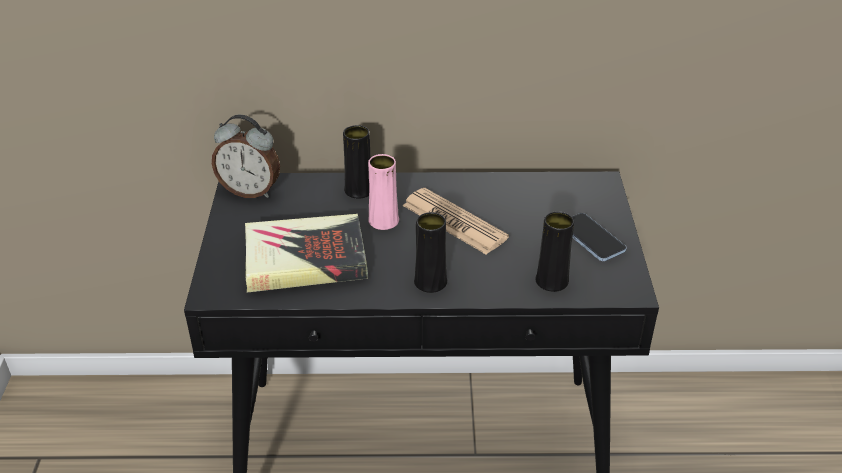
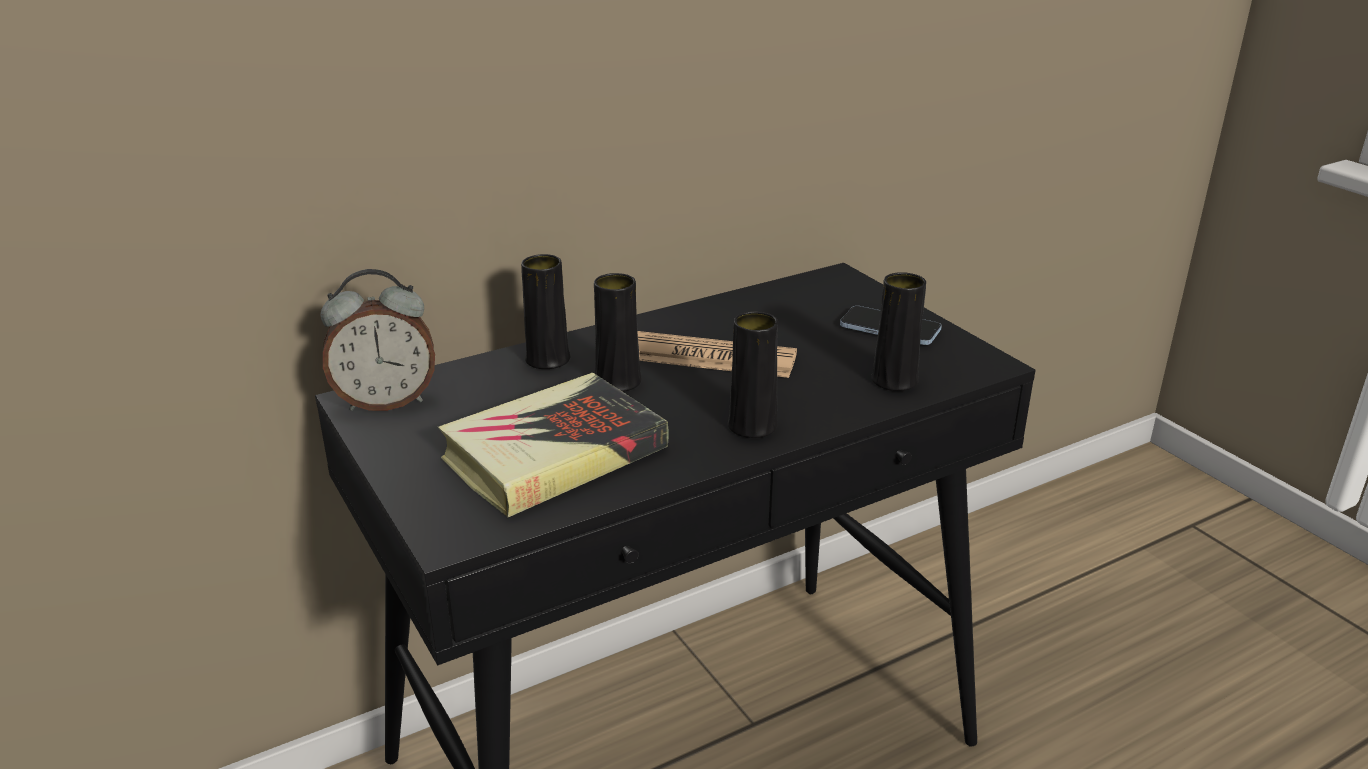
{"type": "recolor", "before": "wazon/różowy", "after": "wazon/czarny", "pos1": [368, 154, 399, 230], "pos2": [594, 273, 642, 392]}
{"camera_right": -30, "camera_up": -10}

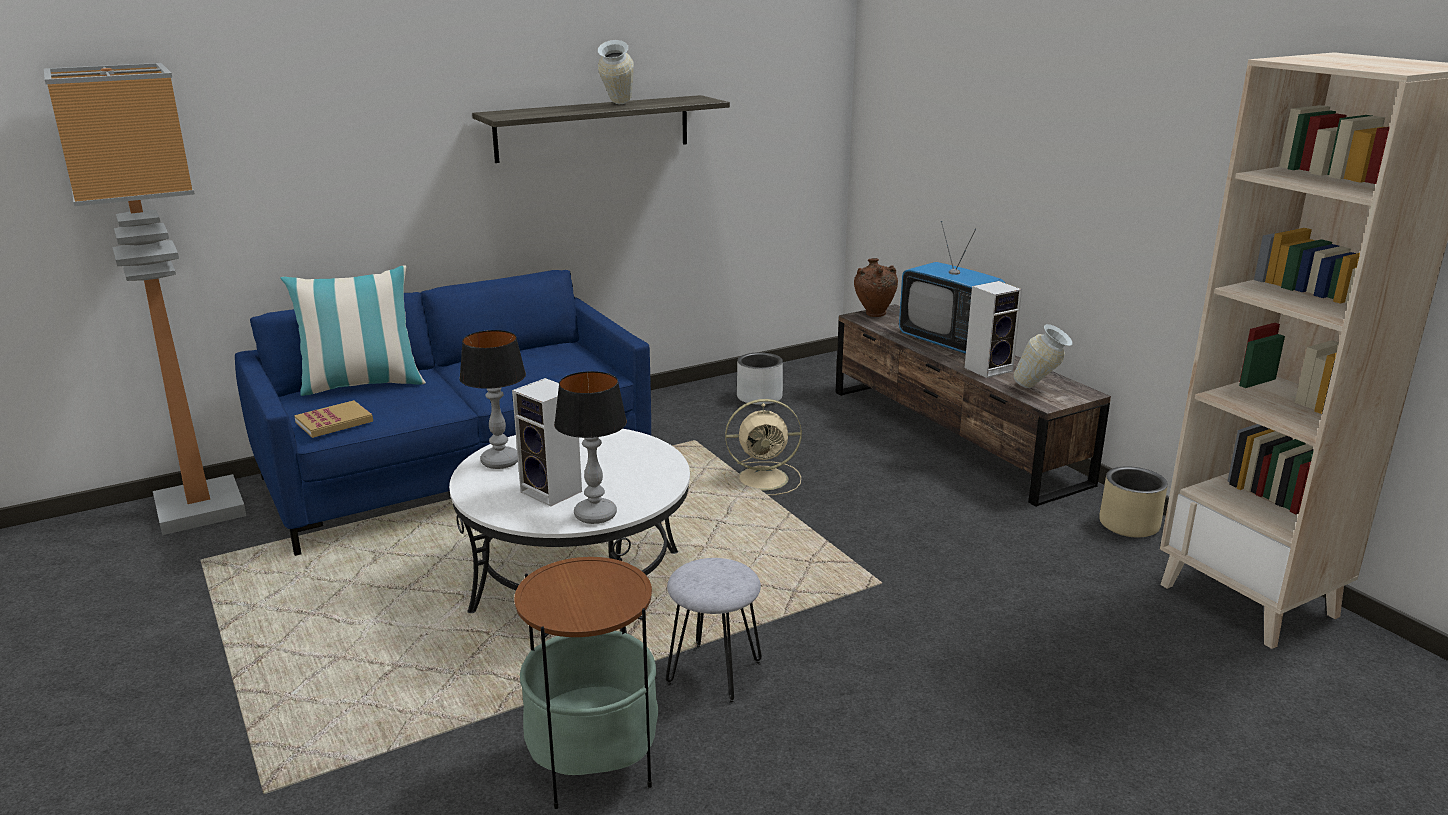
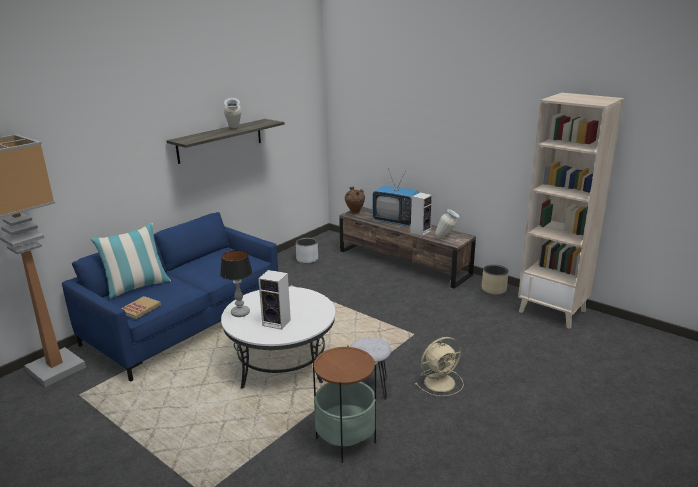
{"type": "move", "before": "wentylator/beżowy", "pos1": [722, 399, 802, 495], "pos2": [415, 337, 464, 396]}
{"type": "delete", "before": "lampa stołowa", "pos1": [554, 371, 627, 524]}
{"camera_right": -20, "camera_up": 0}

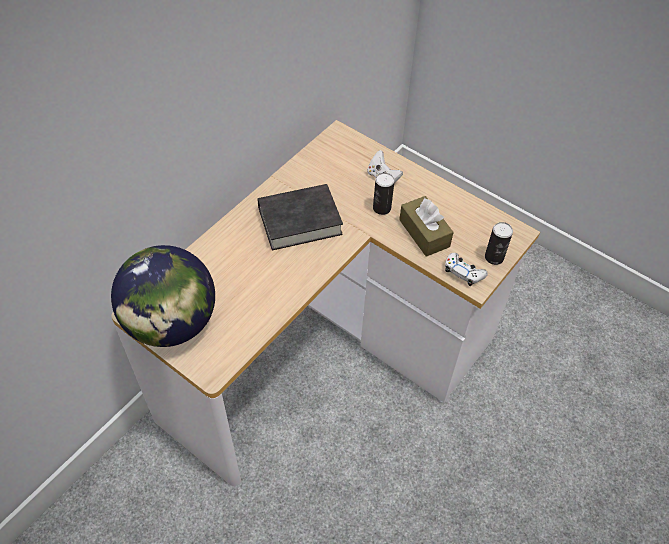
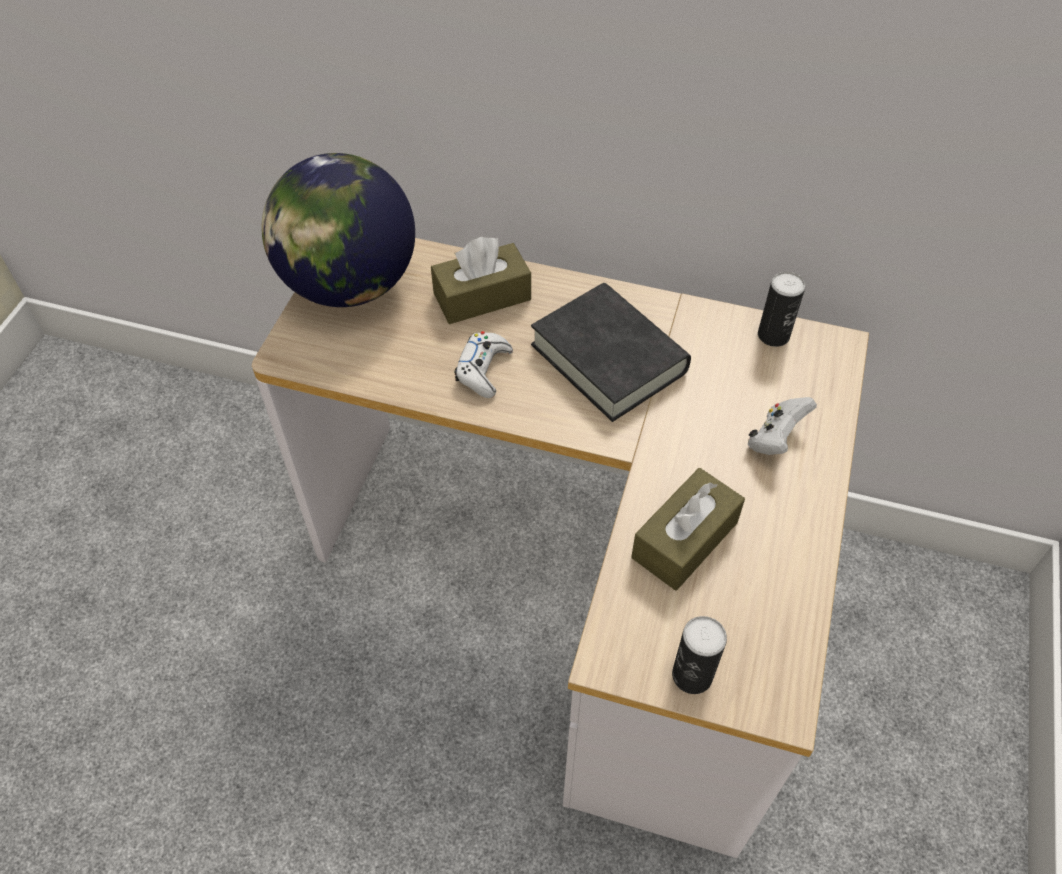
{"type": "insert", "after": "pudełko chusteczek/brązowy", "pos2": [431, 237, 531, 324]}
{"type": "move", "before": "pad do gier/biały", "pos1": [445, 253, 488, 286], "pos2": [454, 331, 513, 398]}
{"type": "move", "before": "puszka", "pos1": [373, 173, 395, 215], "pos2": [758, 272, 805, 347]}
{"camera_right": 70, "camera_up": 0}

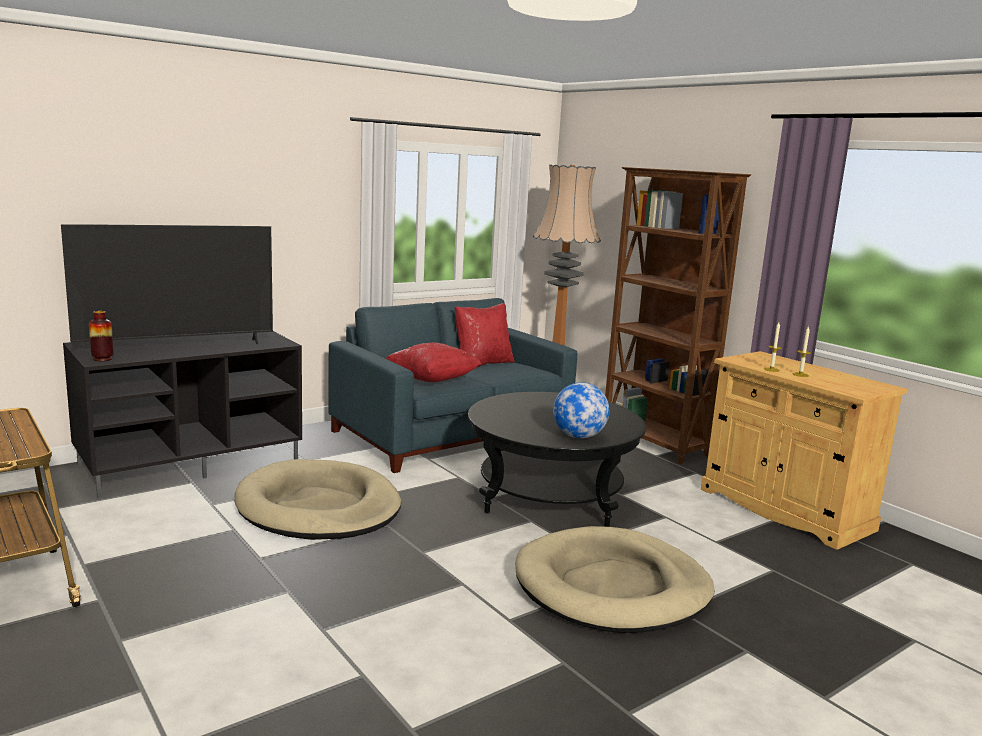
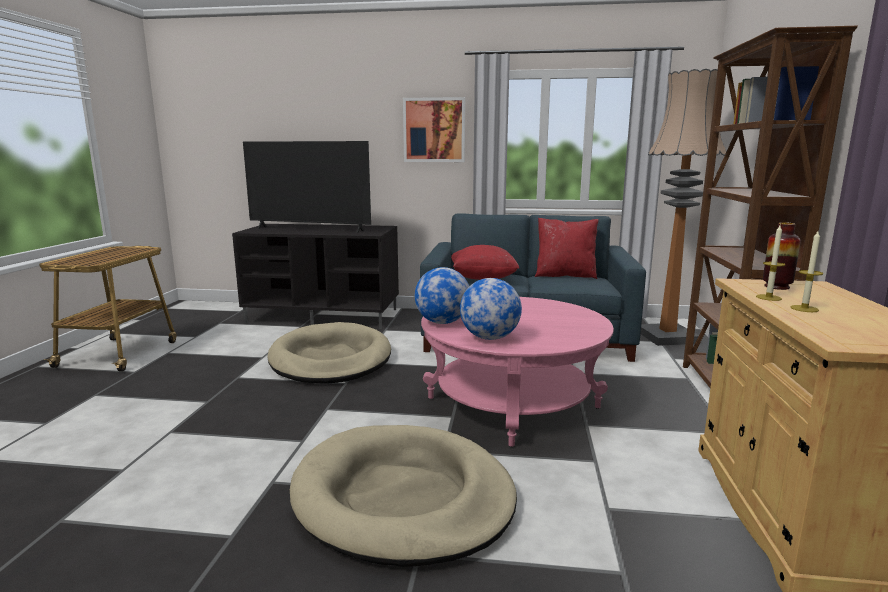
{"type": "insert", "after": "obraz", "pos2": [403, 97, 465, 162]}
{"type": "insert", "after": "globus", "pos2": [415, 267, 469, 324]}
{"type": "recolor", "before": "ława/czarny", "after": "ława/różowy", "pos1": [468, 392, 646, 527], "pos2": [421, 297, 614, 447]}
{"type": "move", "before": "wazon", "pos1": [89, 311, 114, 361], "pos2": [763, 222, 801, 290]}
{"camera_right": 45, "camera_up": 0}

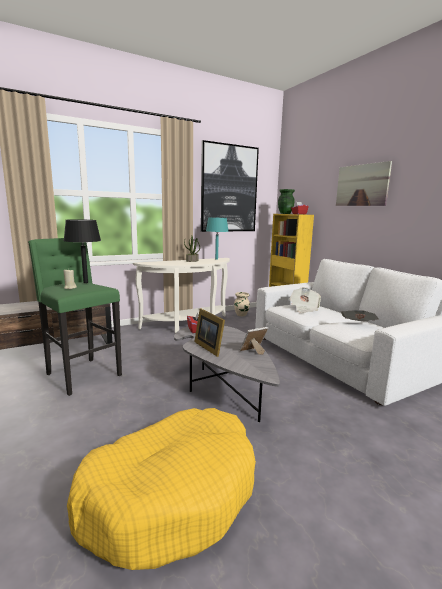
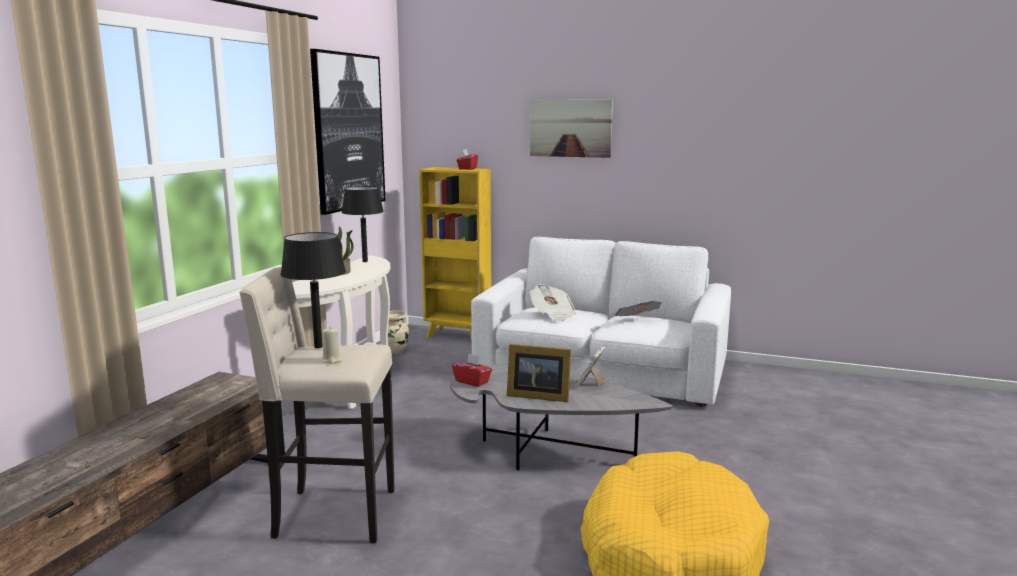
{"type": "recolor", "before": "stołek/zielony", "after": "stołek/beżowy", "pos1": [28, 238, 122, 396], "pos2": [239, 267, 395, 544]}
{"type": "recolor", "before": "lampa stołowa/turkusowy", "after": "lampa stołowa/czarny", "pos1": [206, 217, 229, 259], "pos2": [342, 186, 384, 262]}
{"type": "delete", "before": "wazon/zielony", "pos1": [278, 189, 295, 214]}
{"camera_right": -40, "camera_up": 0}

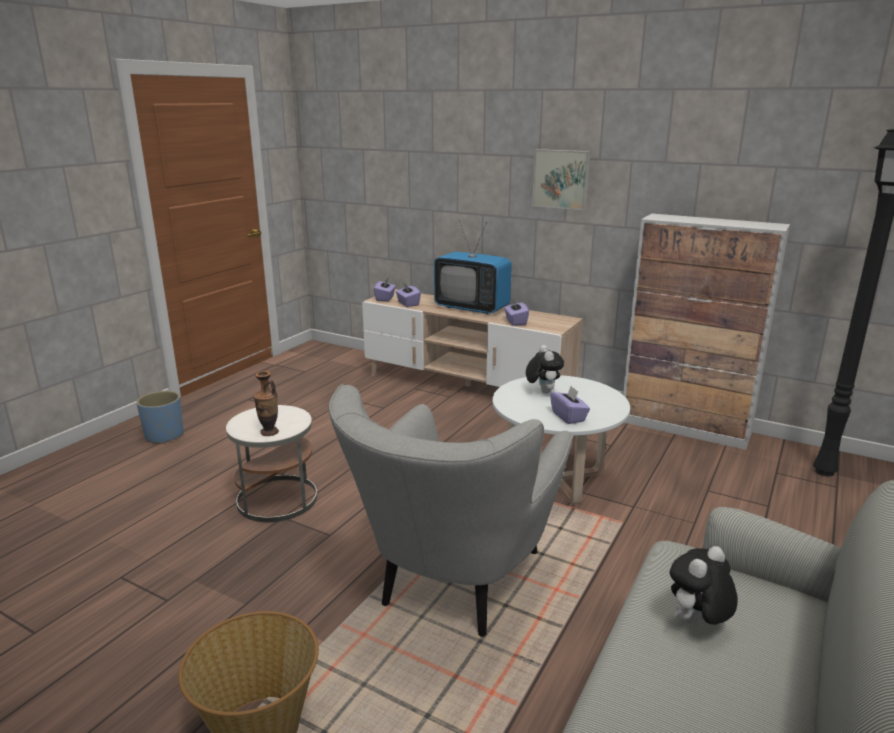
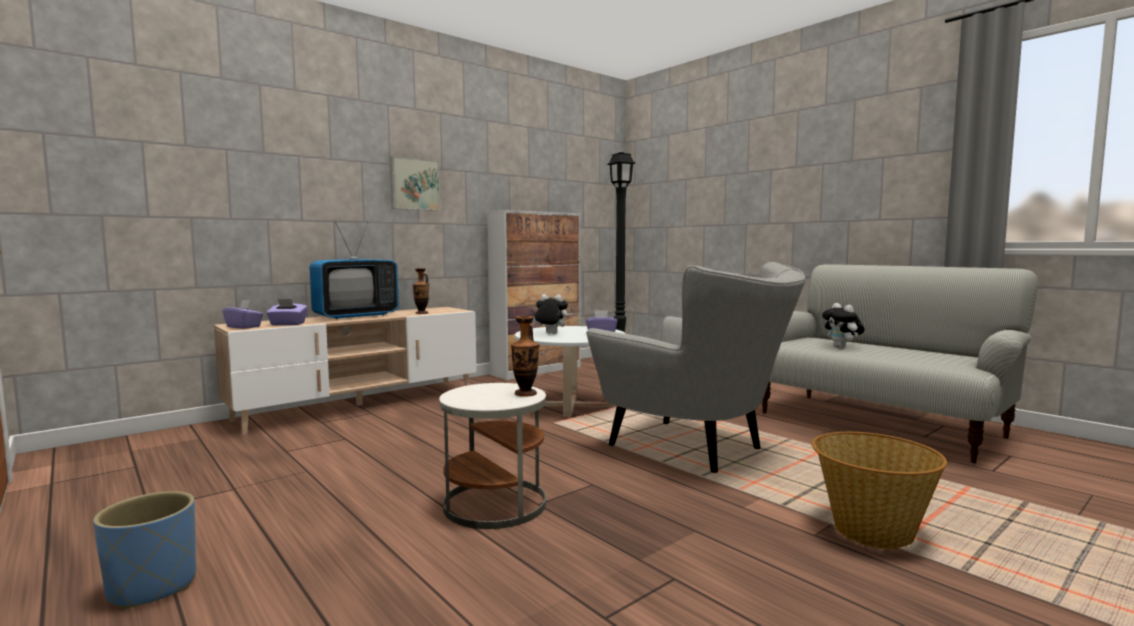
{"type": "replace", "before": "pudełko chusteczek/fioletowy", "after": "wazon", "pos1": [504, 300, 529, 326], "pos2": [412, 268, 429, 314]}
{"camera_right": -70, "camera_up": -15}

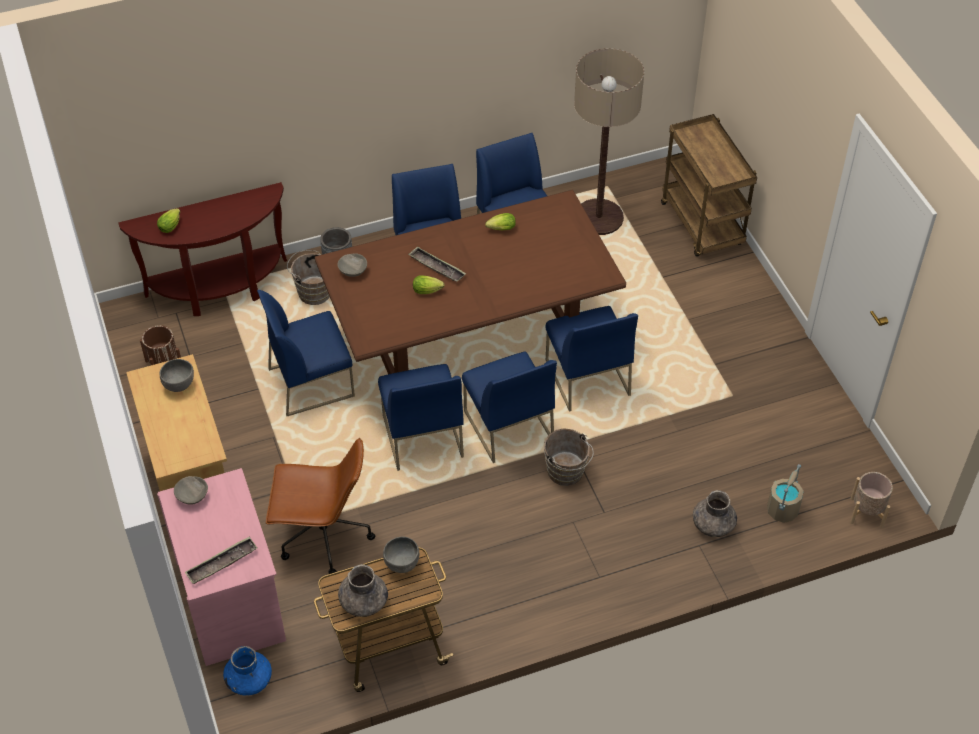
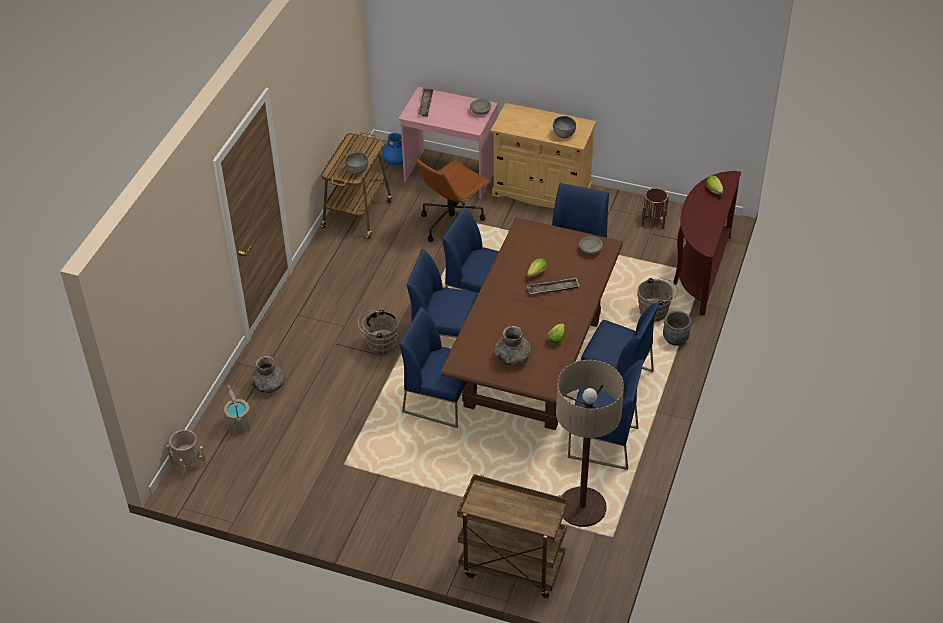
{"type": "move", "before": "wazon/szary", "pos1": [338, 564, 388, 617], "pos2": [495, 326, 531, 366]}
{"camera_right": 130, "camera_up": -5}

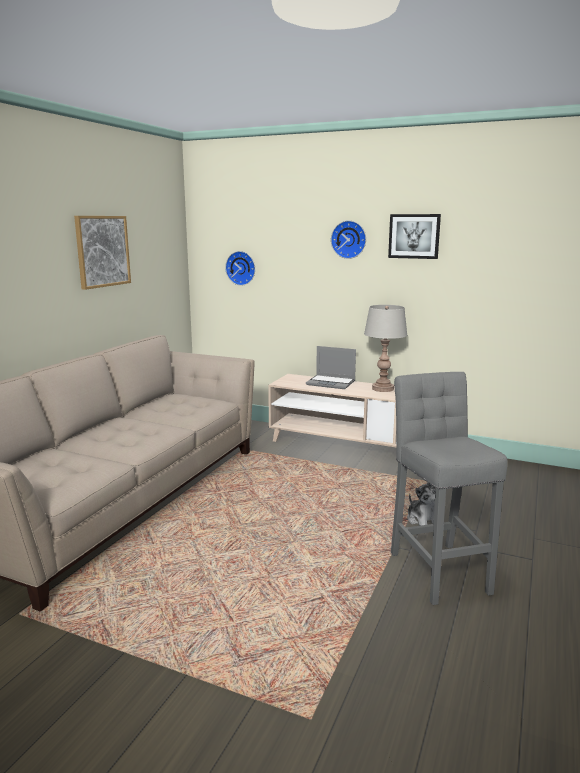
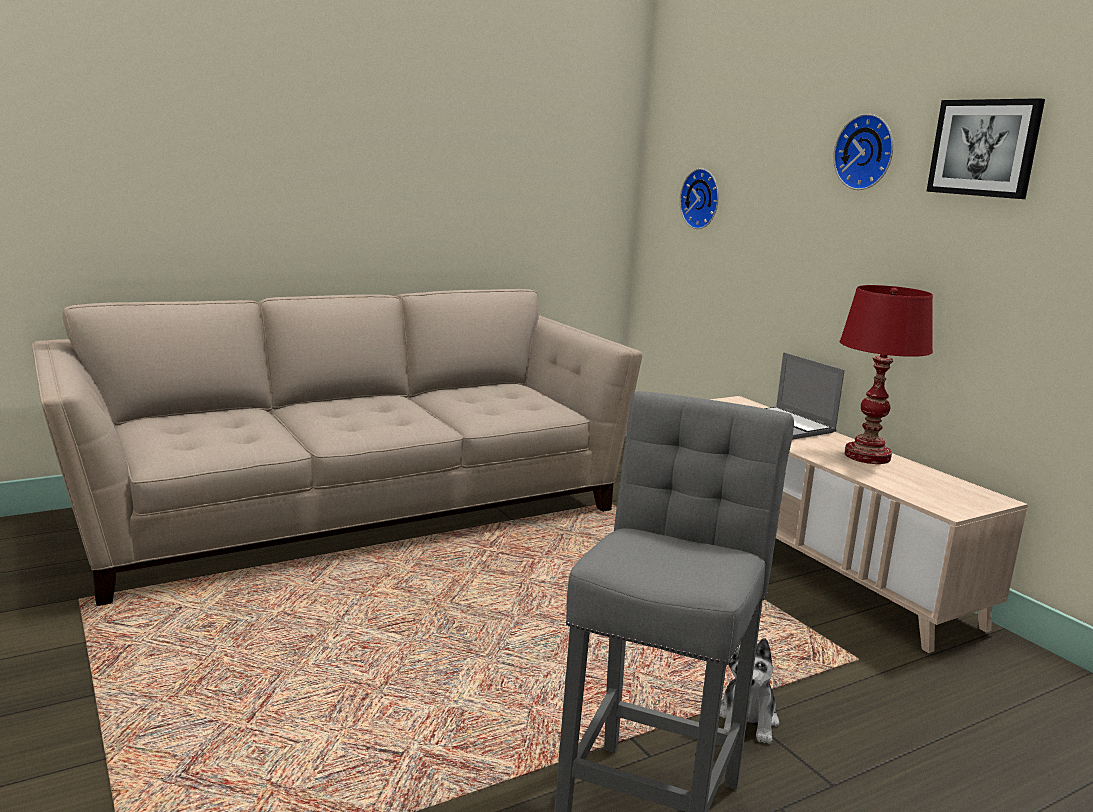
{"type": "recolor", "before": "lampa stołowa/szary", "after": "lampa stołowa/czerwony", "pos1": [364, 305, 407, 392], "pos2": [840, 285, 933, 464]}
{"type": "delete", "before": "obraz", "pos1": [74, 216, 131, 290]}
{"camera_right": 35, "camera_up": 0}

